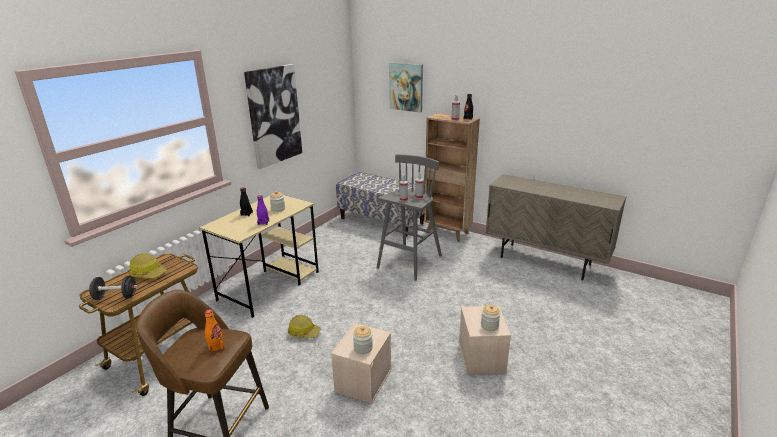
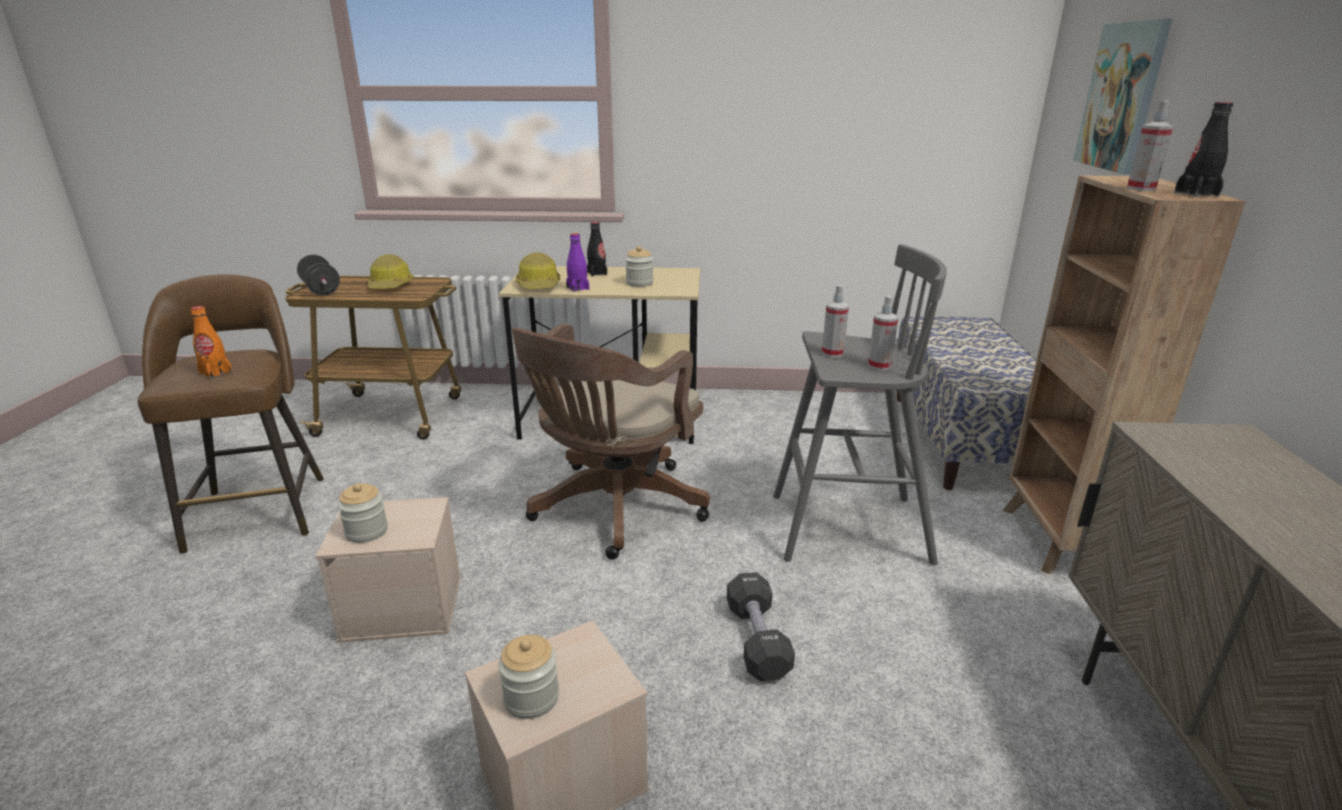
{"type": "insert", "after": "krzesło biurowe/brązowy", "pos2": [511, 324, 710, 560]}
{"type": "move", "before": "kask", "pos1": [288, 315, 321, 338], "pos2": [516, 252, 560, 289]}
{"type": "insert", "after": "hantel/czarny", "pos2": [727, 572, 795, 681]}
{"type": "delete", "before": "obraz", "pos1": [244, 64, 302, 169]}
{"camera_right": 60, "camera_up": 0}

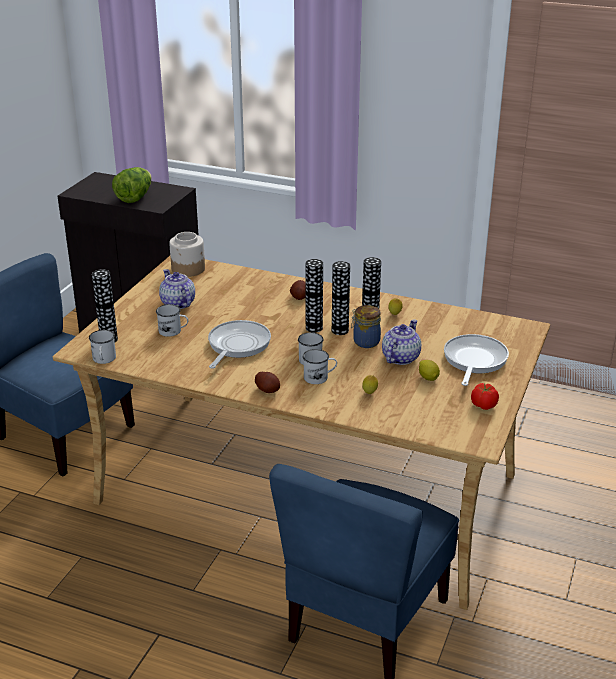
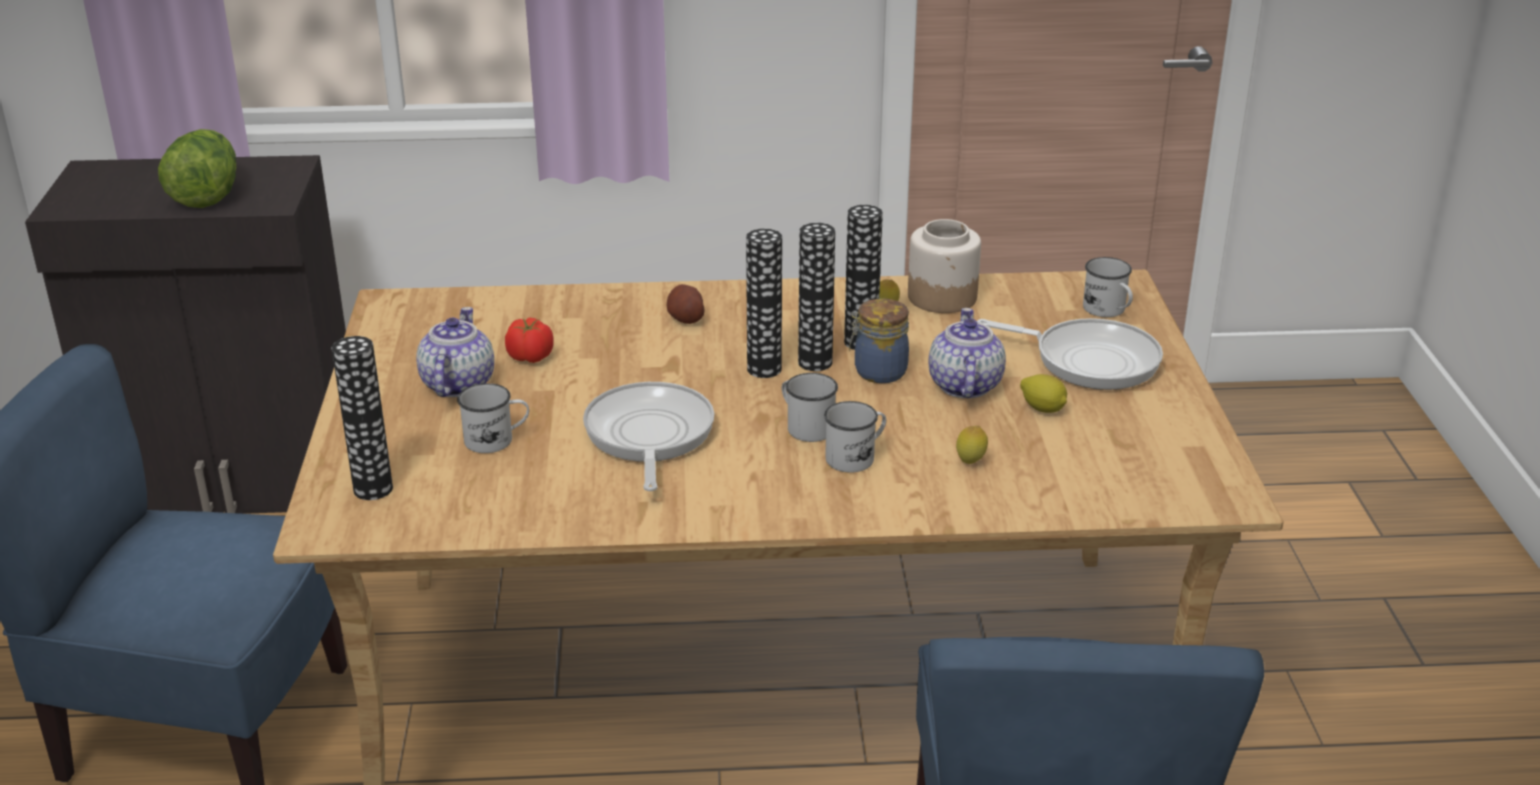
{"type": "rotate", "before": "imbryk", "pos1": [159, 269, 195, 309], "pos2": [416, 307, 494, 397], "turn": 60}
{"type": "move", "before": "pomidor", "pos1": [471, 383, 499, 410], "pos2": [505, 318, 554, 363]}
{"type": "move", "before": "słoik", "pos1": [169, 232, 205, 277], "pos2": [908, 219, 981, 313]}
{"type": "rotate", "before": "patelnia", "pos1": [444, 334, 509, 386], "pos2": [977, 318, 1163, 390], "turn": 120}
{"type": "move", "before": "kubek/biały", "pos1": [89, 330, 116, 364], "pos2": [1083, 257, 1133, 317]}
{"type": "delete", "before": "ziemniak", "pos1": [255, 372, 280, 393]}
{"camera_right": -25, "camera_up": 0}

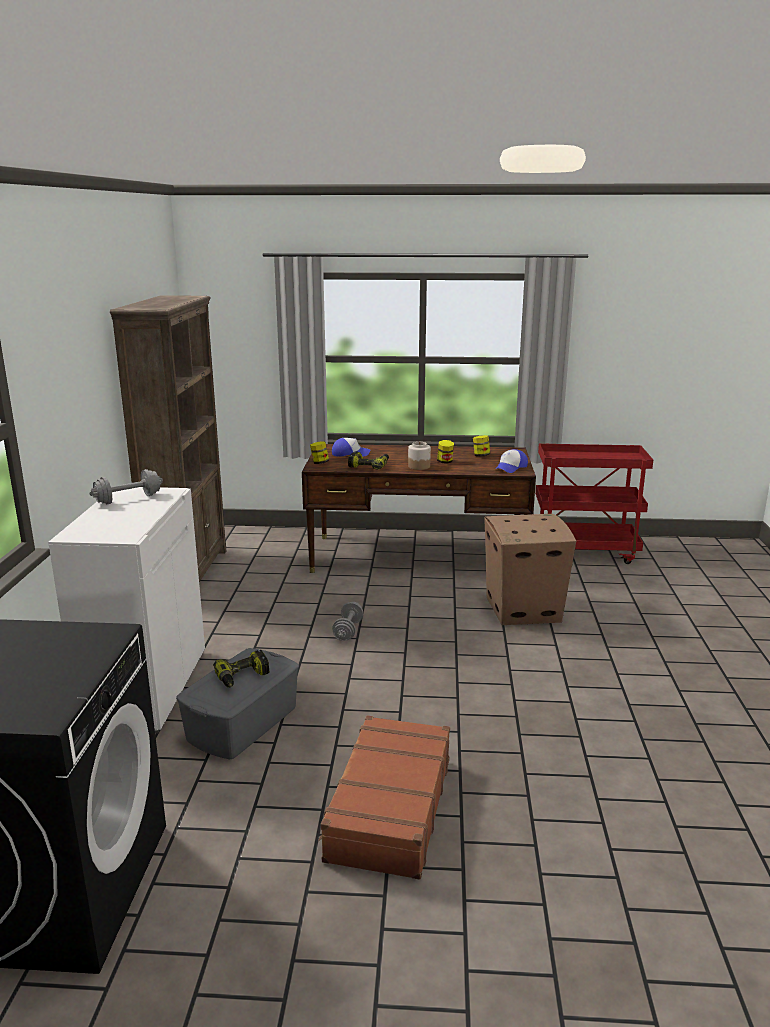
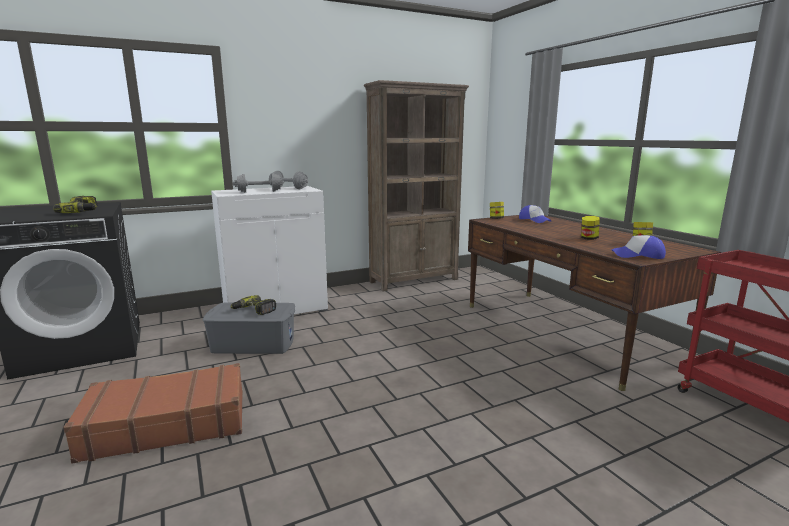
{"type": "move", "before": "wiertarka", "pos1": [348, 451, 389, 470], "pos2": [53, 196, 98, 213]}
{"type": "move", "before": "hantel/szary", "pos1": [332, 602, 363, 641], "pos2": [233, 173, 284, 193]}
{"type": "delete", "before": "słoik", "pos1": [408, 442, 431, 470]}
{"type": "delete", "before": "karton", "pos1": [484, 514, 576, 625]}
{"camera_right": 60, "camera_up": -5}

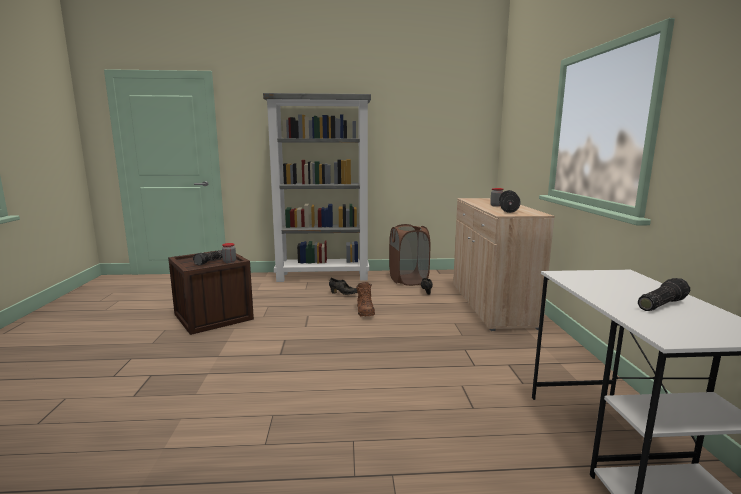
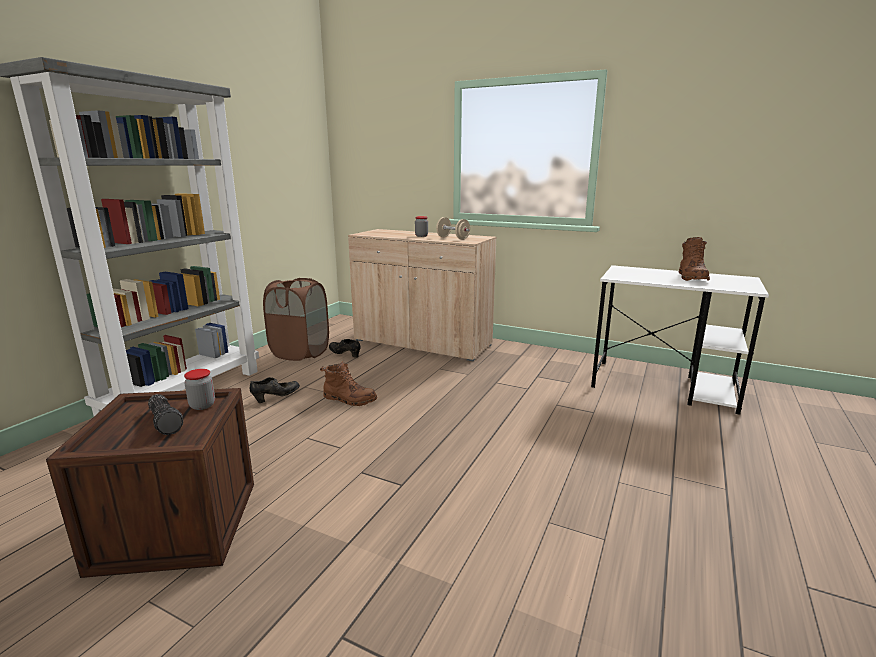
{"type": "recolor", "before": "hantel/czarny", "after": "hantel/beżowy", "pos1": [499, 190, 521, 213], "pos2": [436, 217, 470, 240]}
{"type": "replace", "before": "latarka", "after": "but z cholewką/brązowy", "pos1": [638, 278, 690, 311], "pos2": [679, 237, 710, 281]}
{"camera_right": -60, "camera_up": 5}

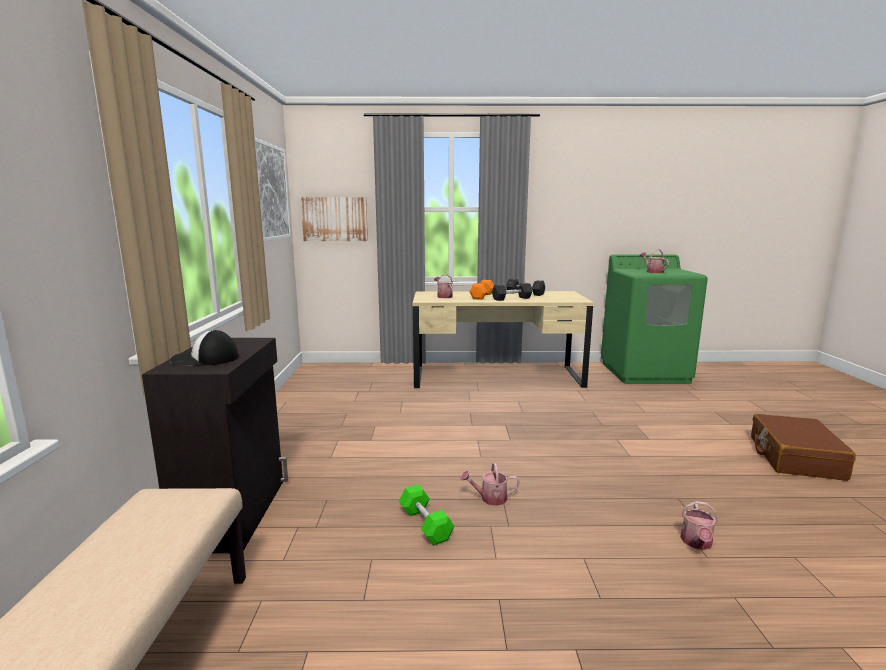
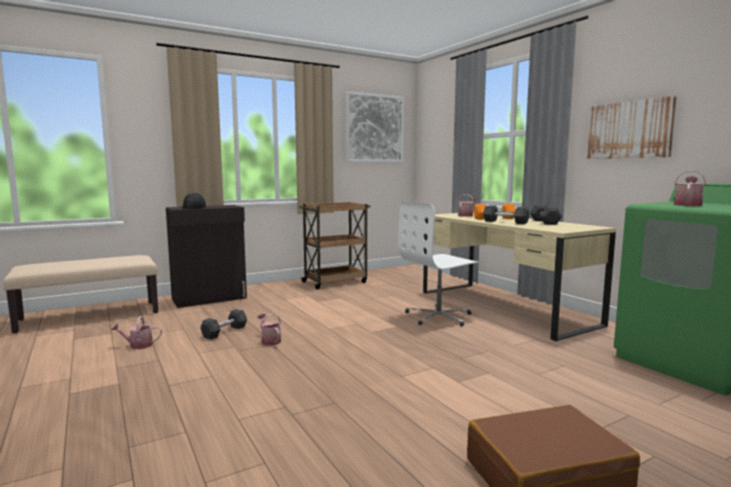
{"type": "move", "before": "konewka", "pos1": [680, 501, 718, 550], "pos2": [111, 316, 162, 349]}
{"type": "recolor", "before": "hantel/zielony", "after": "hantel/szary", "pos1": [399, 485, 455, 546], "pos2": [200, 309, 247, 340]}
{"type": "insert", "after": "wózek/brązowy", "pos2": [299, 202, 371, 290]}
{"type": "insert", "after": "krzesło biurowe/biały", "pos2": [398, 201, 481, 326]}
{"type": "move", "before": "obraz", "pos1": [301, 197, 368, 241], "pos2": [587, 96, 677, 159]}
{"camera_right": 60, "camera_up": -5}

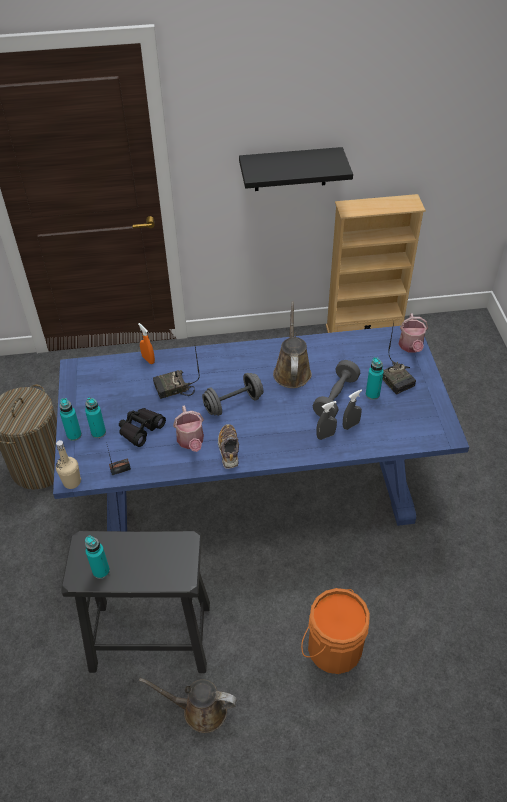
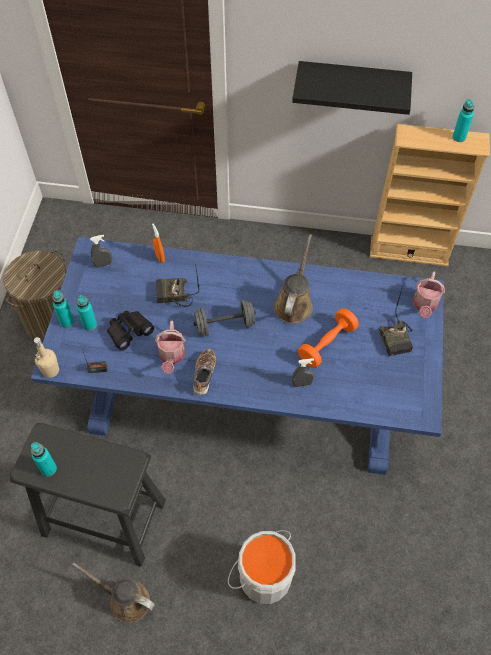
{"type": "move", "before": "spryskiwacz/szary", "pos1": [343, 389, 362, 430], "pos2": [90, 235, 112, 268]}
{"type": "recolor", "before": "wiadro/pomarańczowy", "after": "wiadro/szary", "pos1": [301, 588, 370, 674], "pos2": [228, 530, 296, 604]}
{"type": "recolor", "before": "hantel/szary", "after": "hantel/pomarańczowy", "pos1": [313, 360, 360, 418], "pos2": [298, 308, 359, 368]}
{"type": "move", "before": "butelka/turkusowy", "pos1": [366, 357, 384, 400], "pos2": [453, 99, 474, 142]}
{"camera_right": 15, "camera_up": 10}

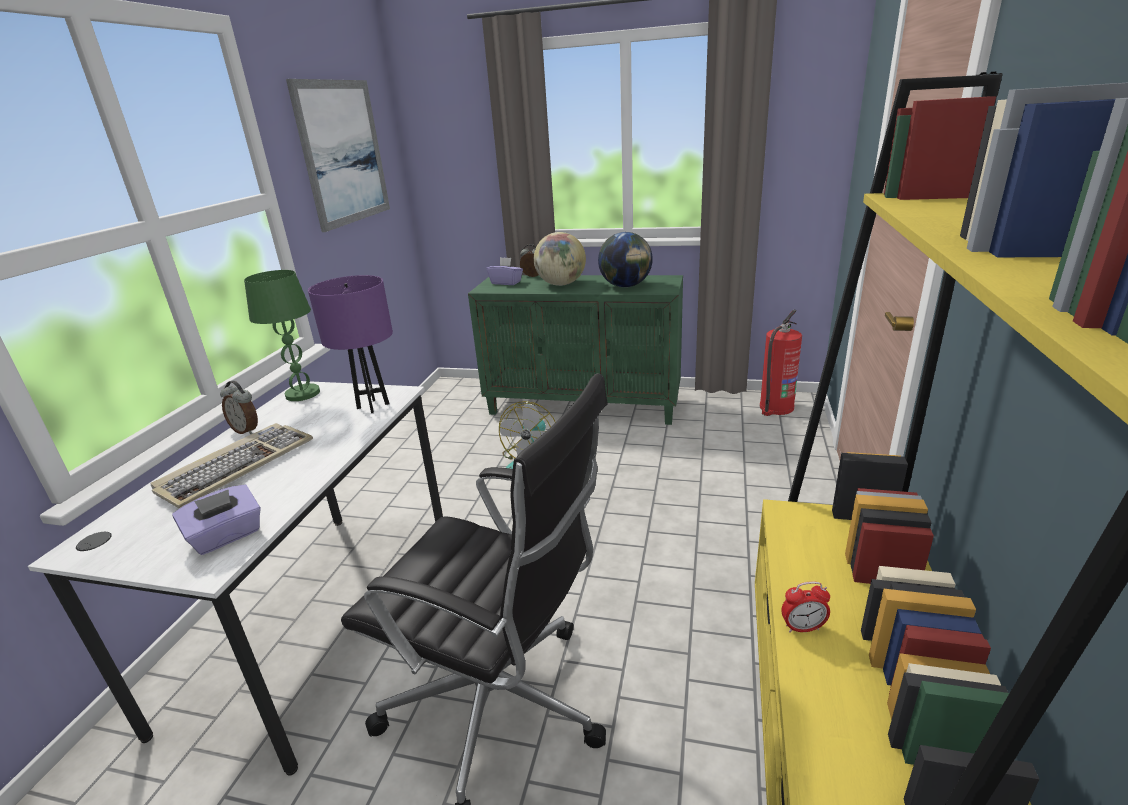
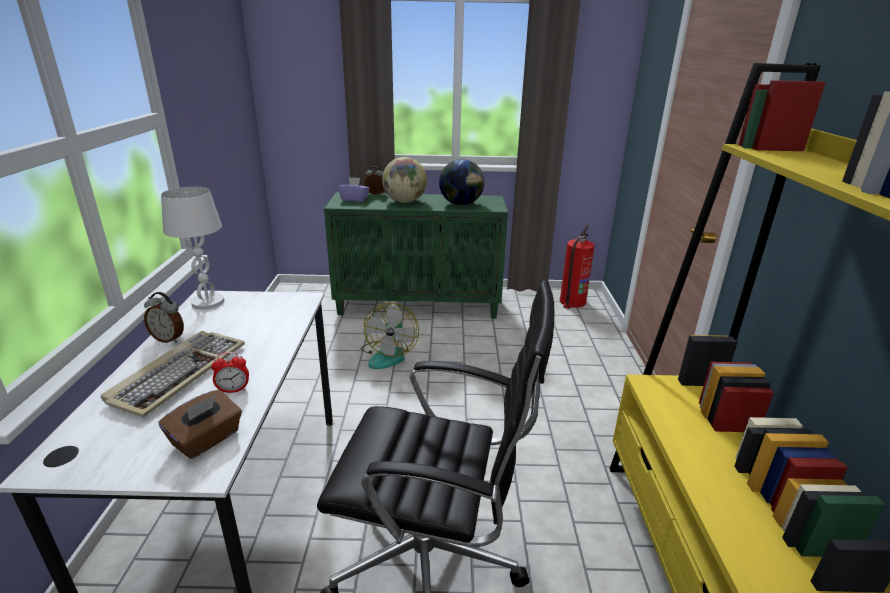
{"type": "recolor", "before": "pudełko chusteczek/fioletowy", "after": "pudełko chusteczek/brązowy", "pos1": [172, 485, 261, 555], "pos2": [159, 390, 242, 459]}
{"type": "recolor", "before": "lampa stołowa/zielony", "after": "lampa stołowa/biały", "pos1": [244, 270, 320, 401], "pos2": [161, 187, 224, 310]}
{"type": "move", "before": "budzik", "pos1": [781, 582, 830, 633], "pos2": [211, 352, 249, 393]}
{"type": "delete", "before": "obraz", "pos1": [286, 79, 390, 232]}
{"type": "delete", "before": "lampa stołowa/fioletowy", "pos1": [308, 275, 393, 413]}
{"camera_right": -15, "camera_up": 0}

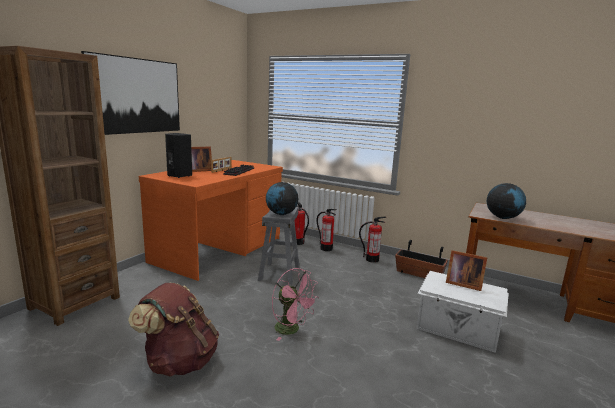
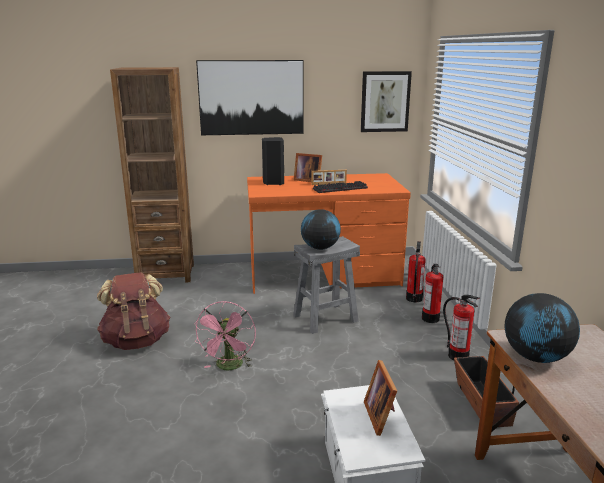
{"type": "insert", "after": "obraz", "pos2": [361, 71, 412, 132]}
{"camera_right": 55, "camera_up": 5}

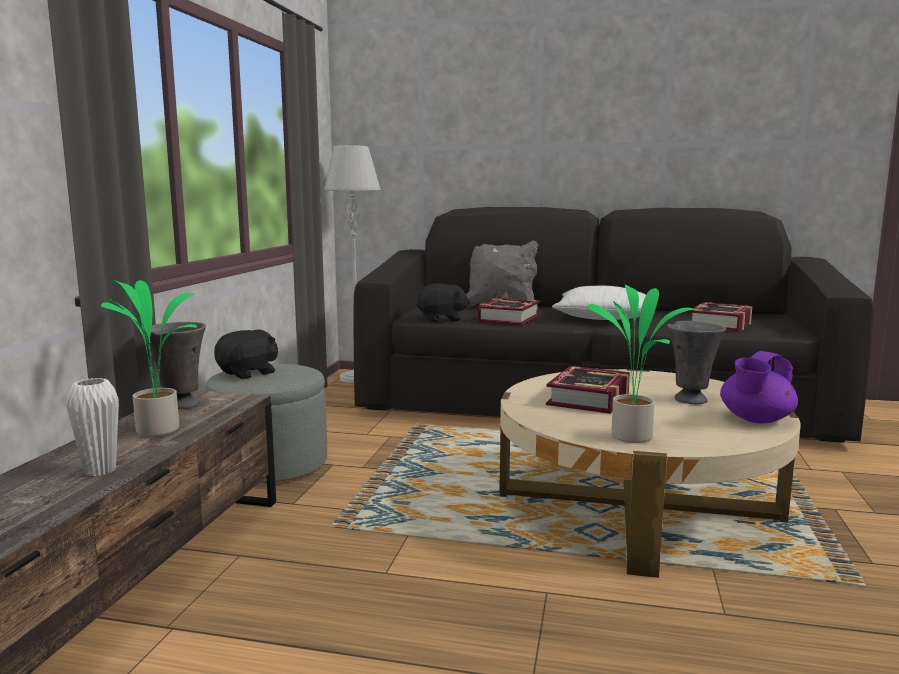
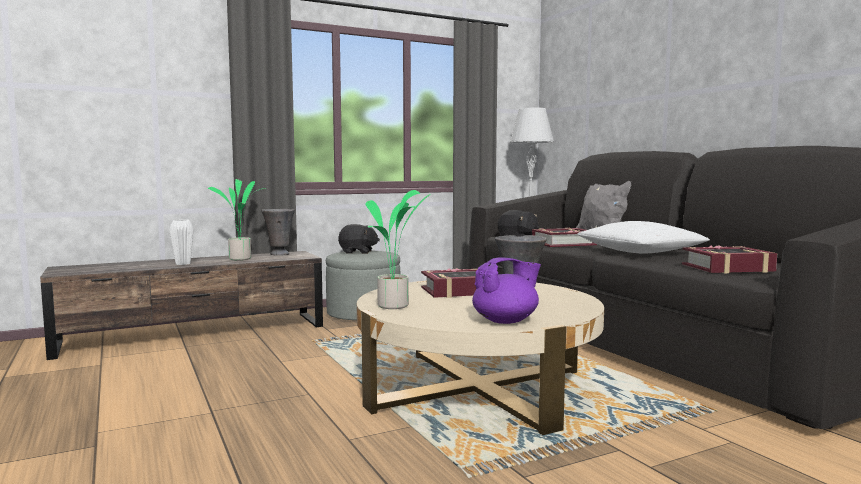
{"type": "rotate", "before": "imbryk/fioletowy", "pos1": [720, 351, 798, 424], "pos2": [472, 257, 541, 324], "turn": 150}
{"camera_right": 50, "camera_up": -5}

